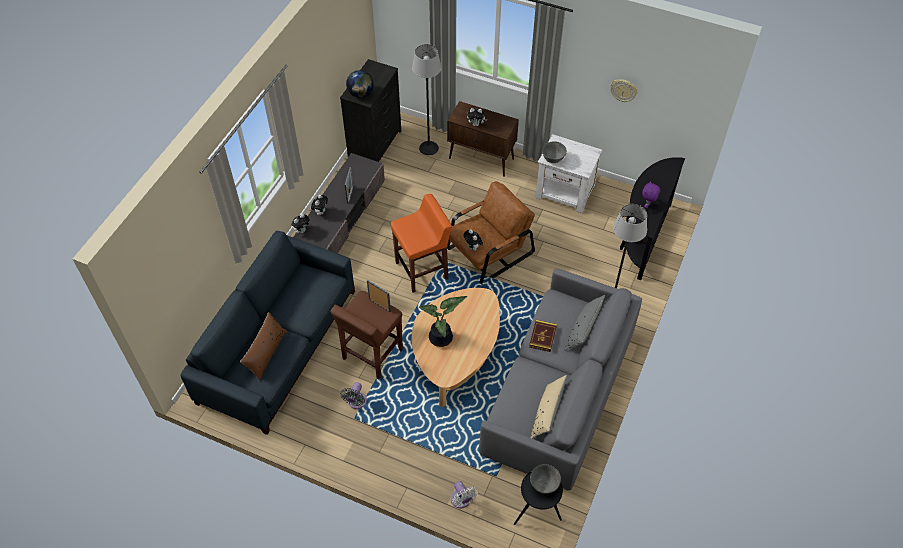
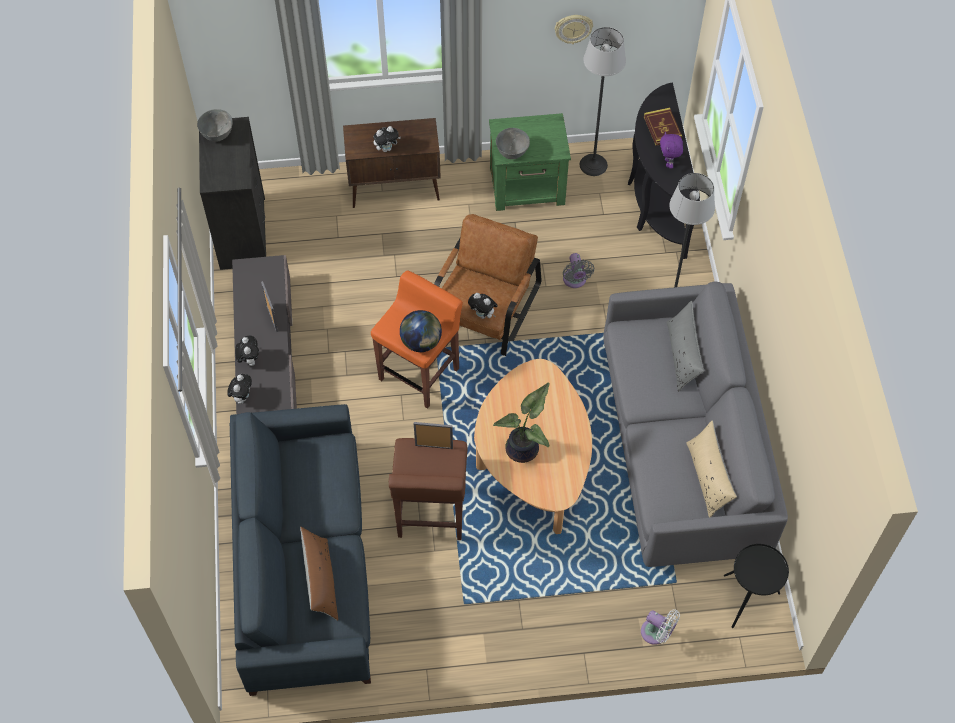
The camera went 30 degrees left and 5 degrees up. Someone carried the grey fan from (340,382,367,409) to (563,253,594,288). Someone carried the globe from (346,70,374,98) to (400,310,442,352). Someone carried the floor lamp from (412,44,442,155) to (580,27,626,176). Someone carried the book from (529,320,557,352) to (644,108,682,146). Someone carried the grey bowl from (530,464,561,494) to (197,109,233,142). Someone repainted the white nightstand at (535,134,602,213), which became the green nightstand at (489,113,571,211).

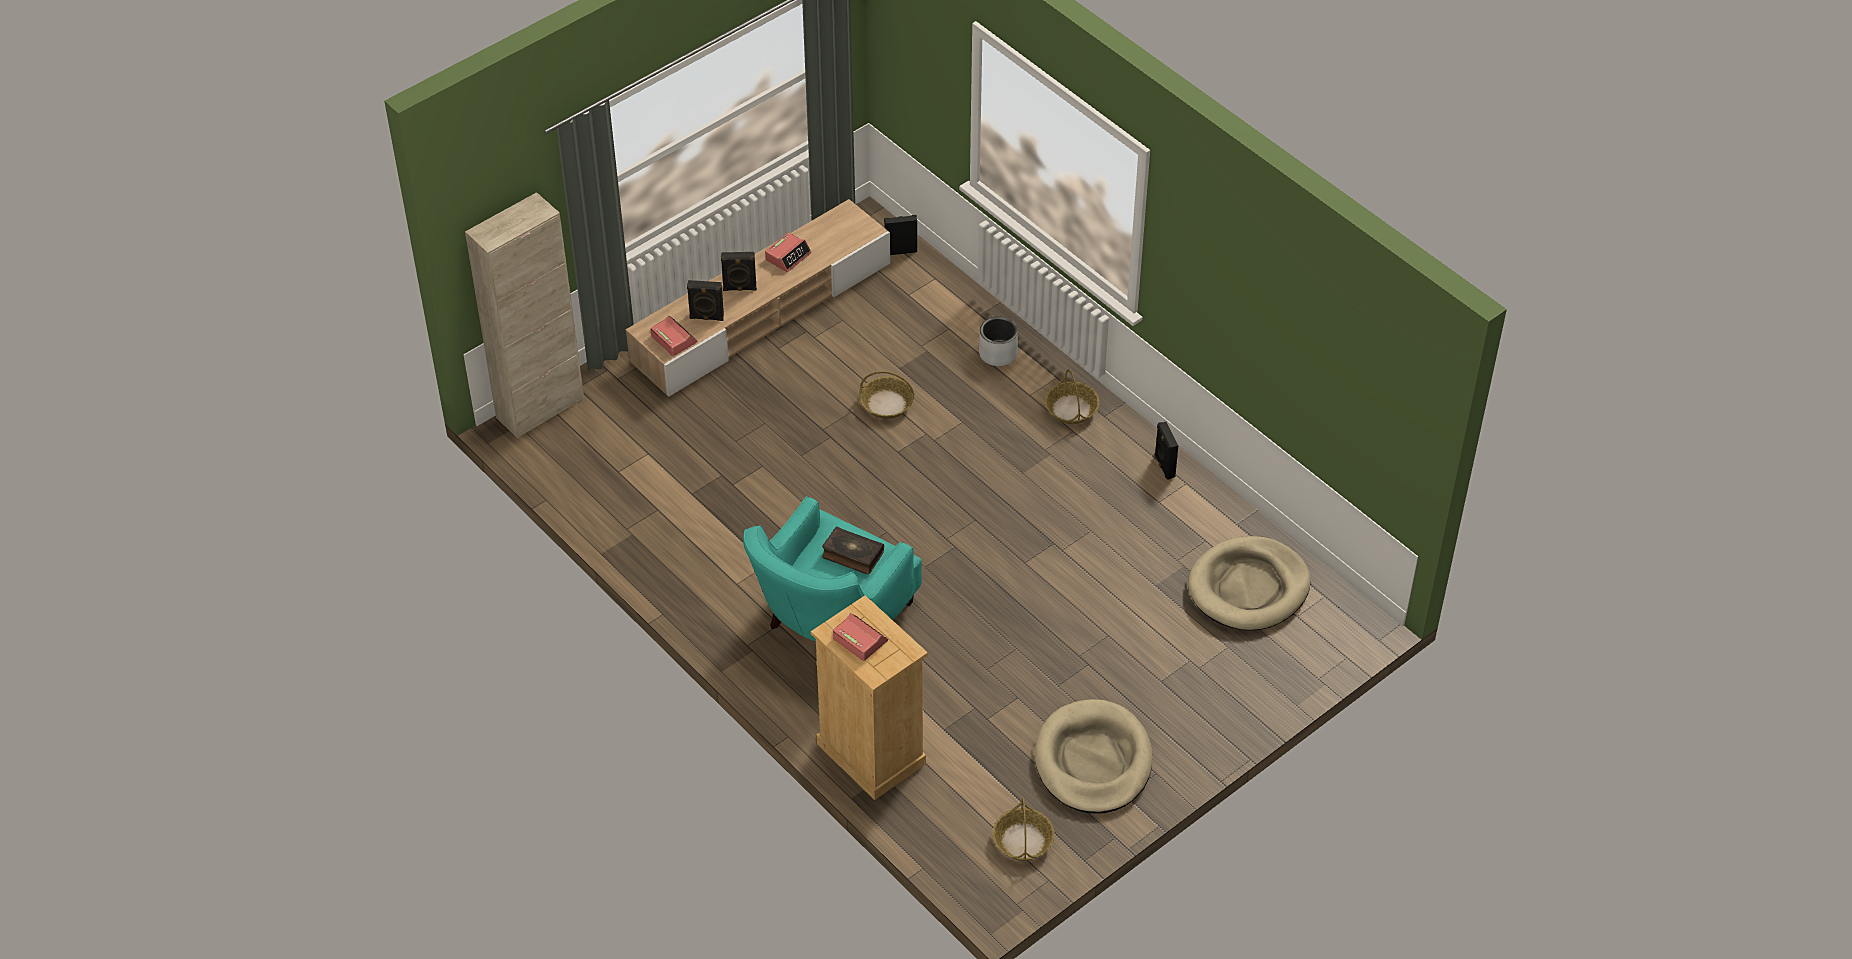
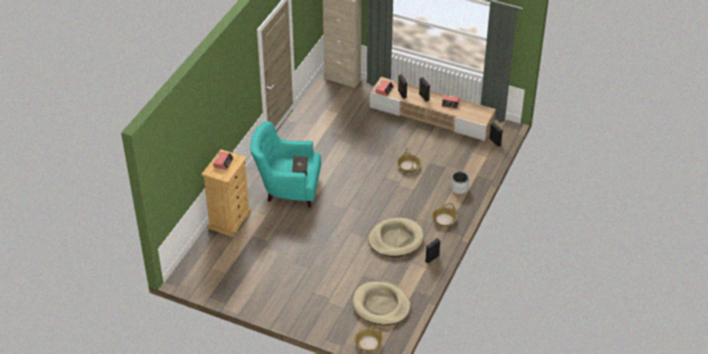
The camera went 65 degrees right and 5 degrees down. Someone carried the basket from (992,798,1055,861) to (355,327,383,351). Someone carried the beige dog bed from (1035,699,1153,814) to (368,218,424,257).

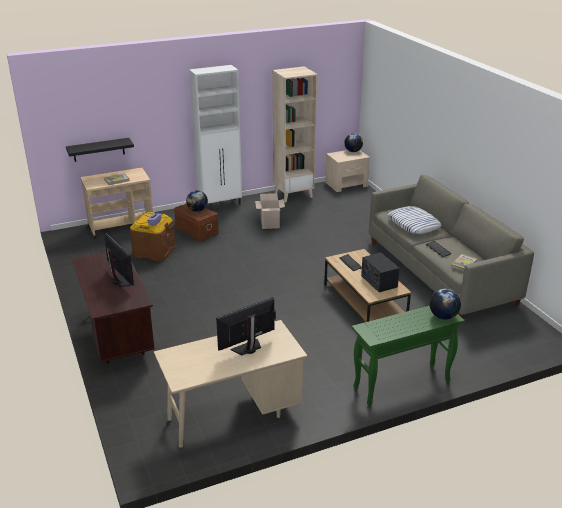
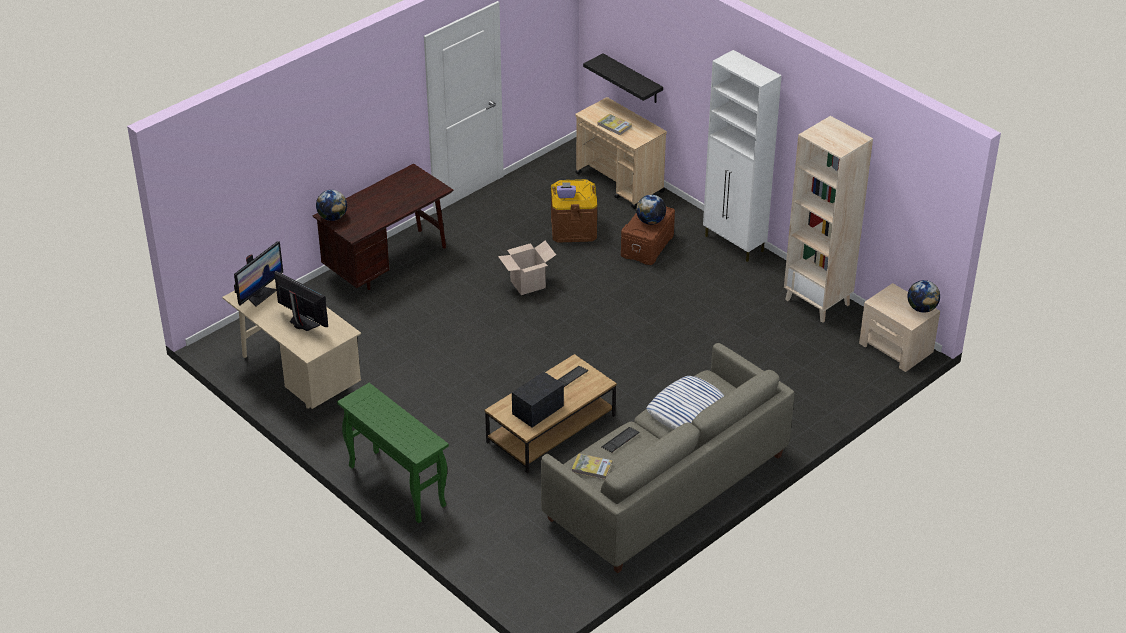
The camera went 70 degrees right and 10 degrees up. Someone carried the monitor from (105,233,134,287) to (234,241,283,306). Someone carried the cardboard box from (255,193,285,229) to (498,241,556,295). Someone carried the globe from (429,289,461,320) to (316,190,347,221).

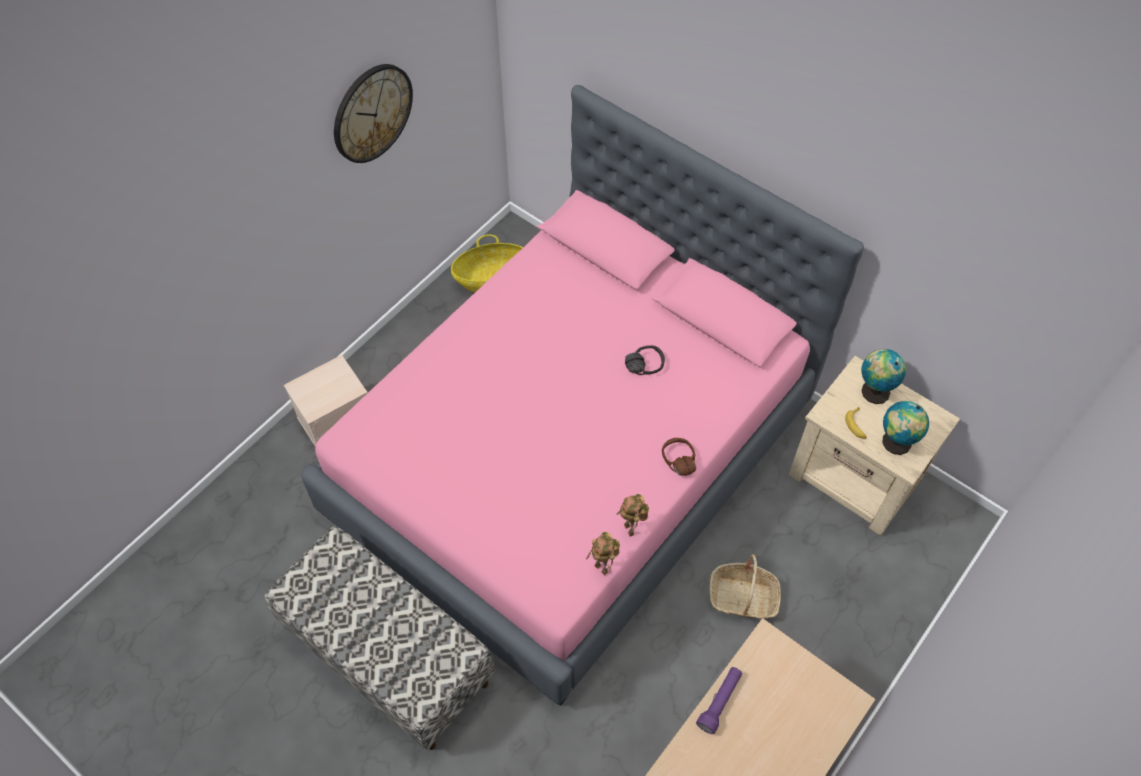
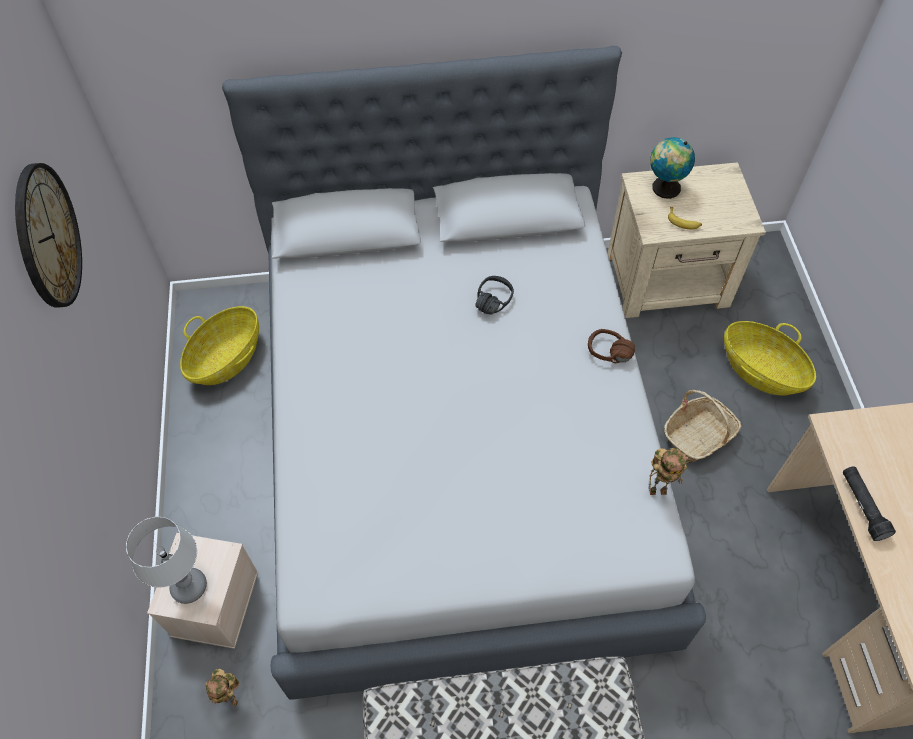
The camera went 45 degrees left and 0 degrees up. Someone took away the globe at (883,401,929,455). Someone put down the table lamp at (126,516,207,604). Someone put down the basket at (724,321,816,396). Someone carried the toy robot from (616,494,649,536) to (206,669,239,706). Someone repainted the pink bed at (301,85,864,706), which became the grey bed at (222,46,706,700). Someone repainted the purple flashlight at (696,667,742,734), which became the black flashlight at (843,466,896,541).

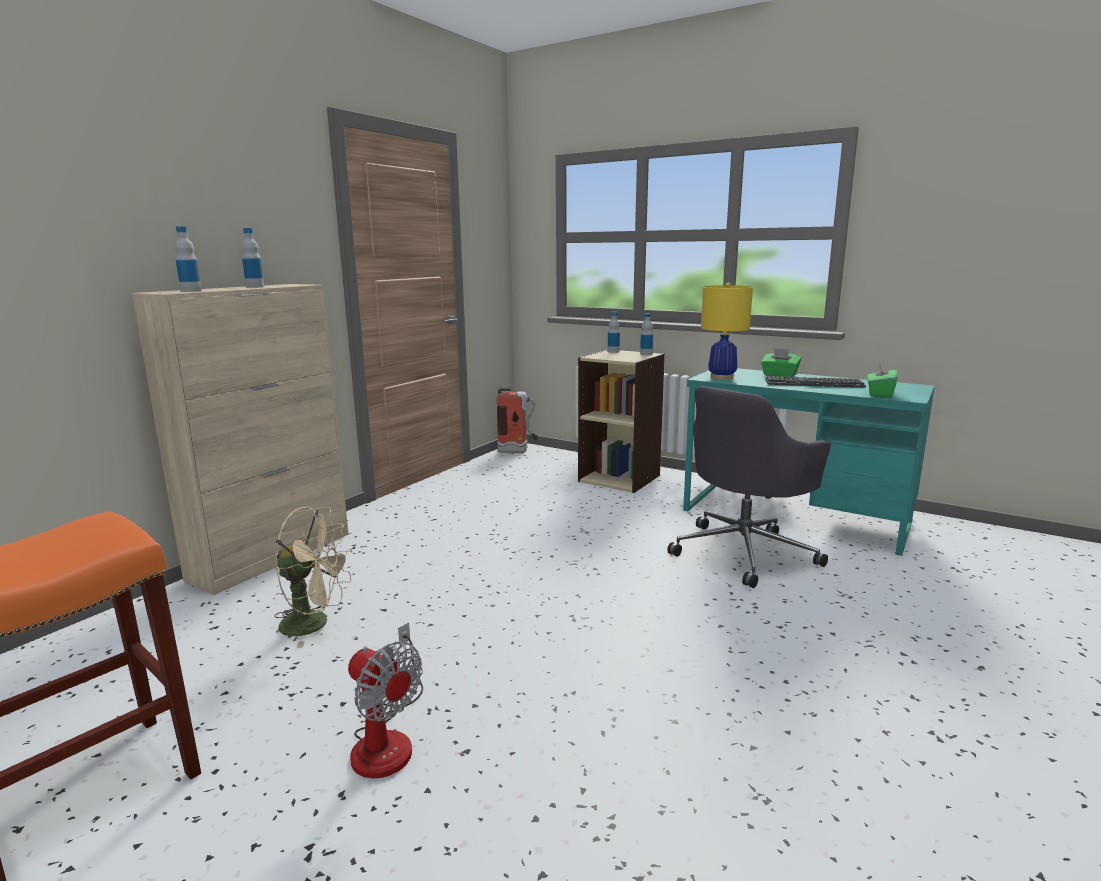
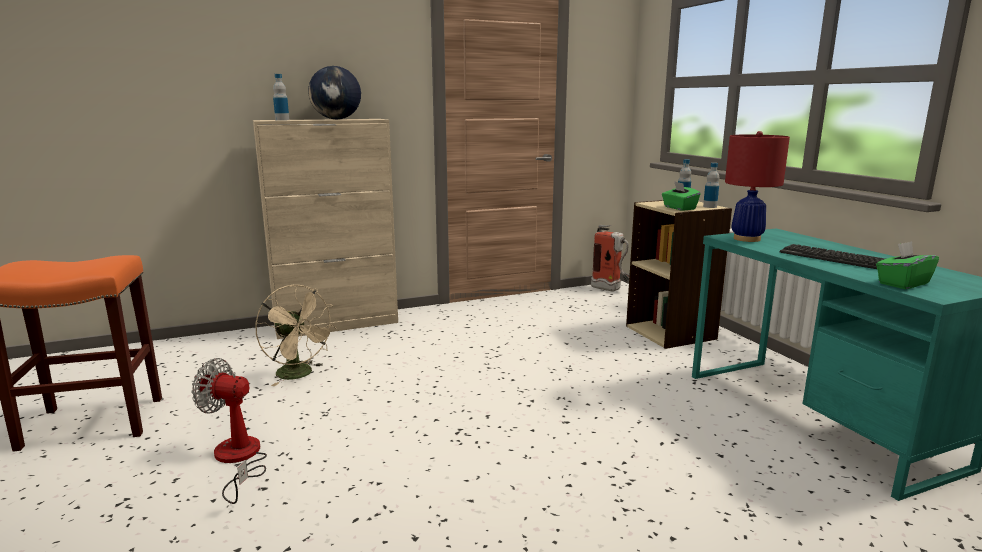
The camera went 35 degrees right and 0 degrees up. Someone took away the grey office chair at (667,386,831,588). Someone carried the green tissue box from (761,348,801,377) to (662,181,701,211). Someone swapped the bottle at (242,228,264,288) for the globe at (308,66,361,119). Someone repainted the yellow table lamp at (701,283,753,380), which became the red table lamp at (725,131,790,242). Someone rotated the fan at (348,622,423,779) by 120 degrees clockwise.

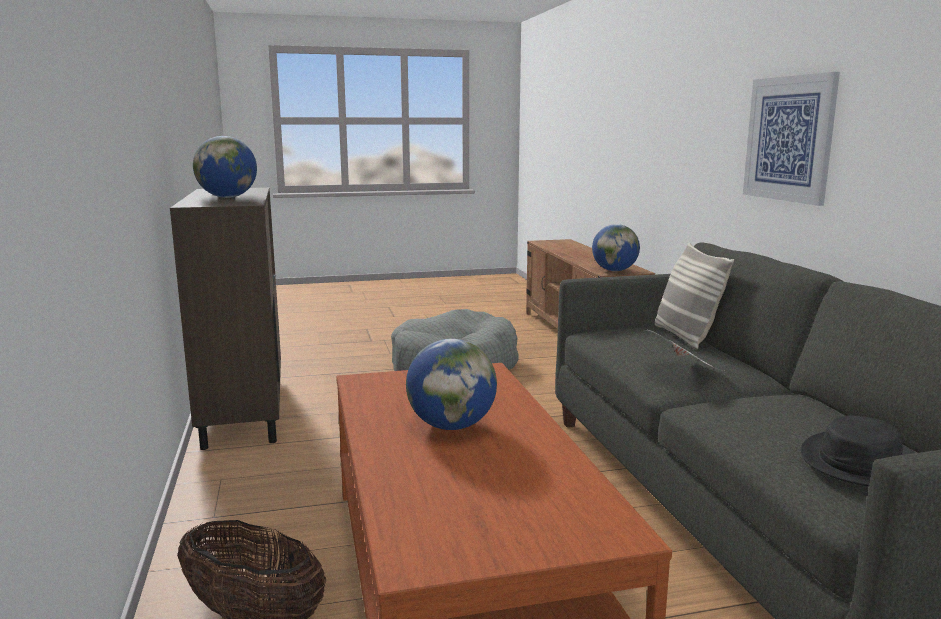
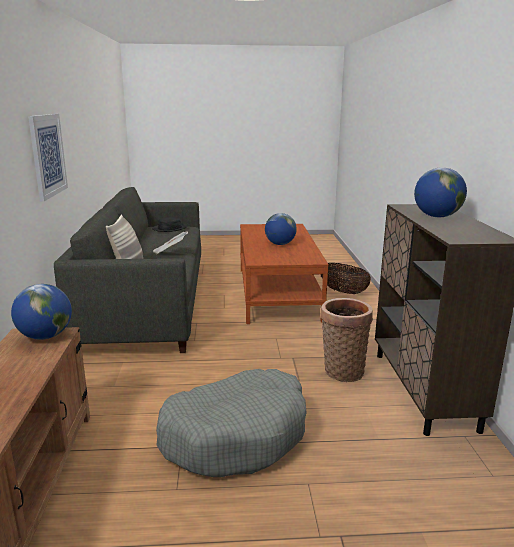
The camera went 170 degrees left and 5 degrees up. Someone put down the basket at (321,298,373,382).

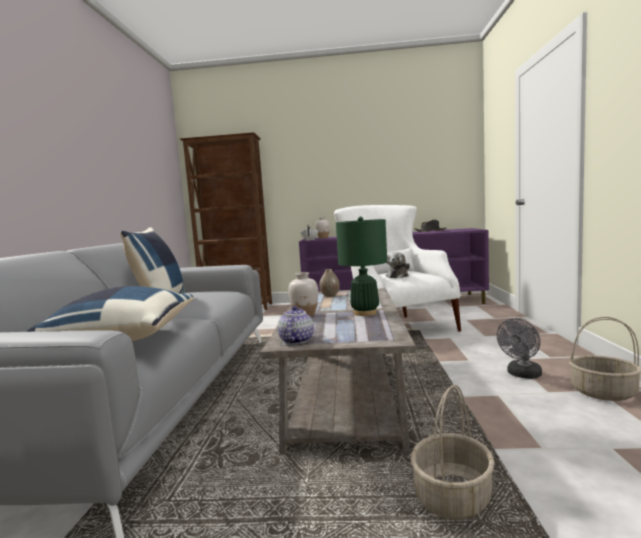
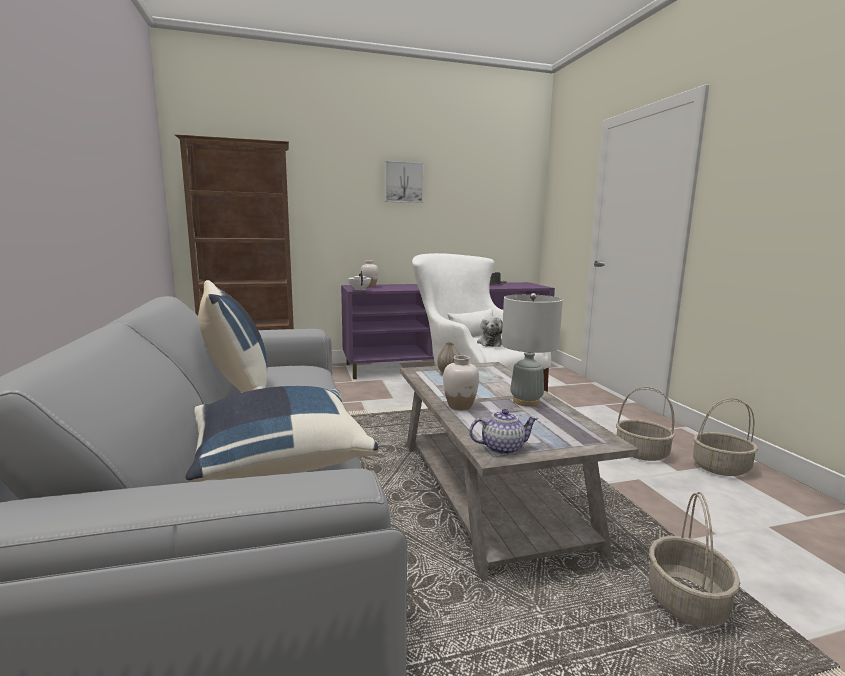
The camera went 20 degrees left and 5 degrees up. Someone put up the picture at (385,161,424,203). Someone swapped the grey fan at (497,318,542,379) for the basket at (616,387,675,461). Someone repainted the green table lamp at (336,217,387,316), which became the grey table lamp at (502,293,563,407). Someone rotated the teapot at (278,306,314,344) by 90 degrees clockwise.

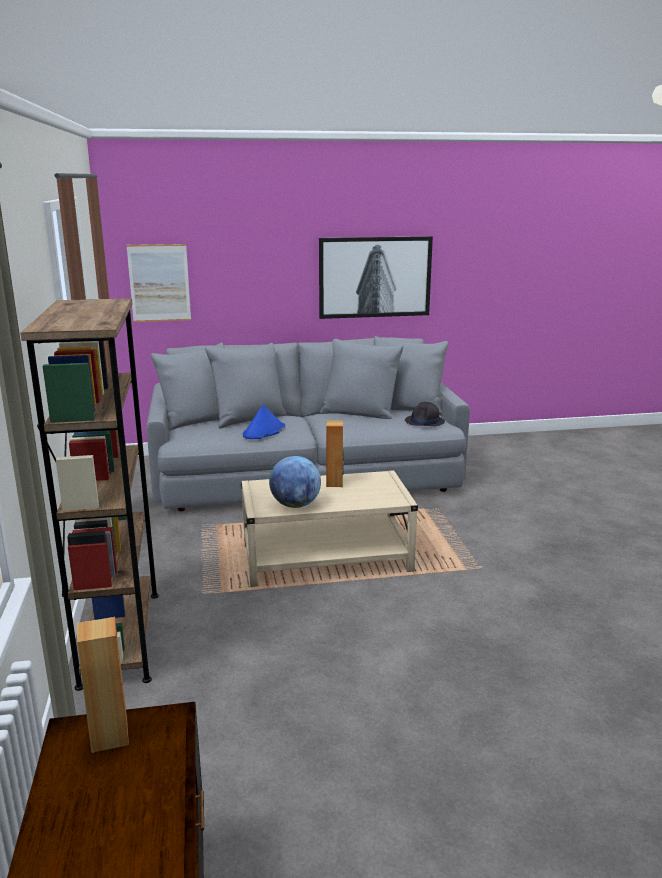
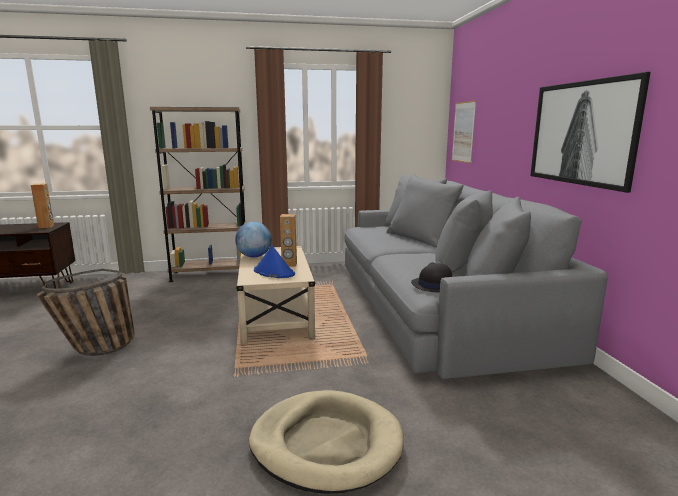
The camera went 90 degrees right and 5 degrees down. Someone put down the basket at (36,269,135,356). Someone put down the beige dog bed at (249,390,404,494). Someone carried the blue hat from (243,404,285,439) to (254,246,295,278).

